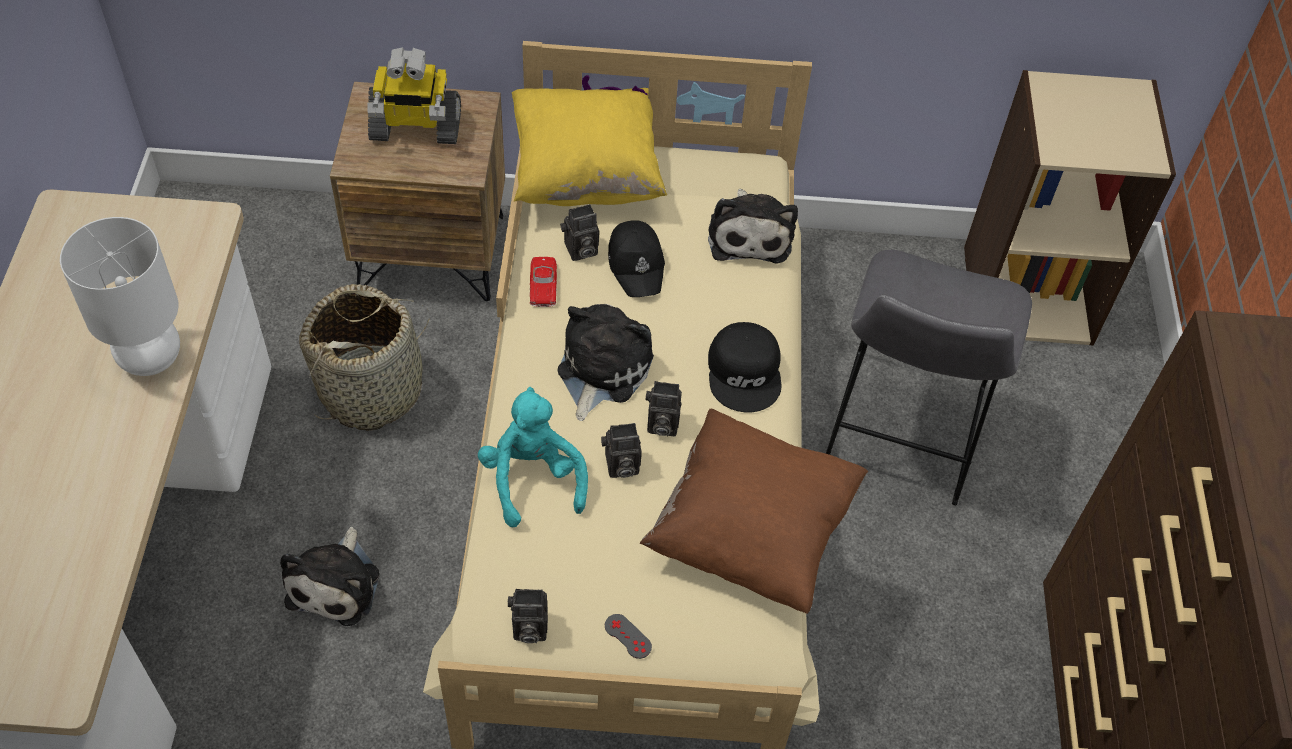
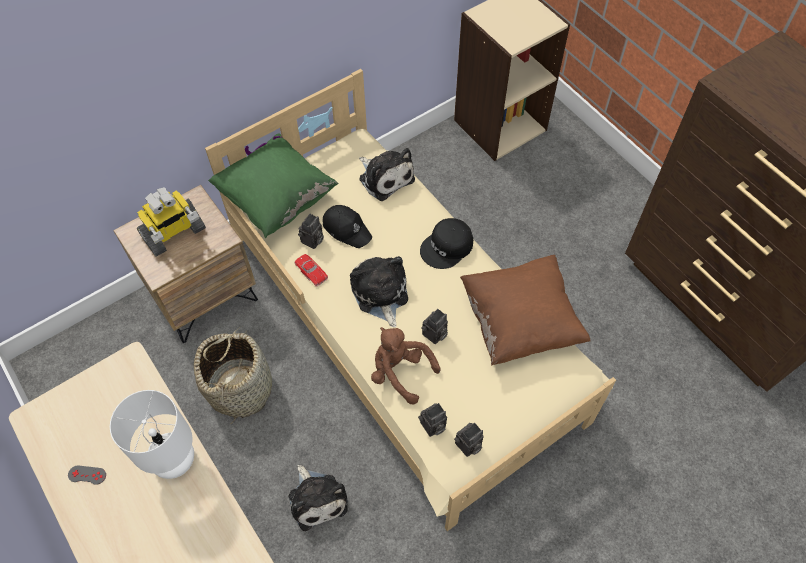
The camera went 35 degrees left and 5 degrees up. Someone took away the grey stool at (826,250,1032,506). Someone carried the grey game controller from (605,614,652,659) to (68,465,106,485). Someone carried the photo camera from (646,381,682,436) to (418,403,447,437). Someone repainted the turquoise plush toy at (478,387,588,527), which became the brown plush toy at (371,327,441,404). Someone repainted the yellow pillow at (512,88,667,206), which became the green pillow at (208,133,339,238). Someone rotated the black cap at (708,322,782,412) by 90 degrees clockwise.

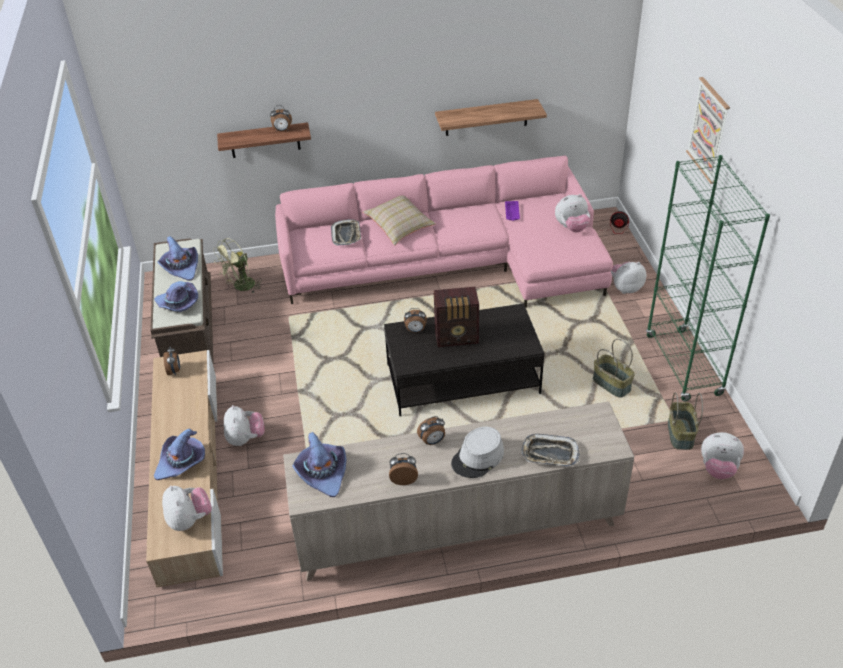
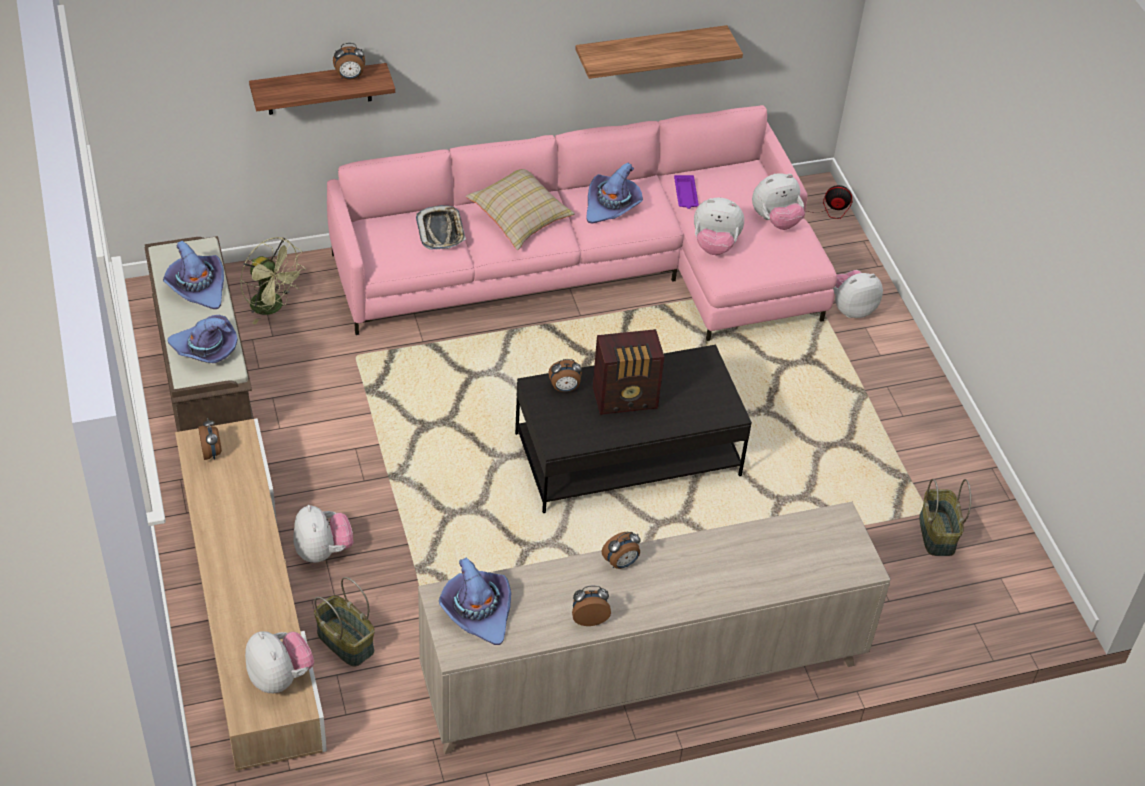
The camera went 10 degrees left and 5 degrees up. Someone took away the grey hat at (451,427,504,478). Someone took away the tray at (521,434,580,467). Someone took away the green bookcase at (646,155,770,401). Someone took away the picture at (686,77,730,184). Someone carried the purple hat from (154,428,205,480) to (586,163,643,224). Someone carried the basket from (593,339,635,398) to (314,577,375,667). Someone carried the plush toy from (701,432,744,479) to (694,198,744,255). Someone rotated the green fan at (214,238,262,293) by 90 degrees counterclockwise.

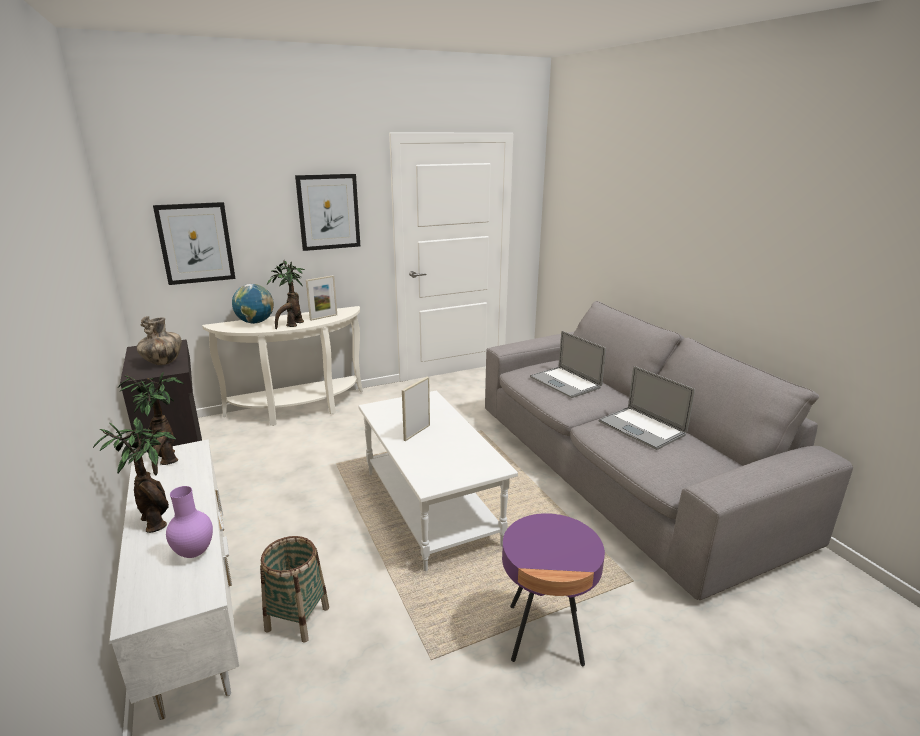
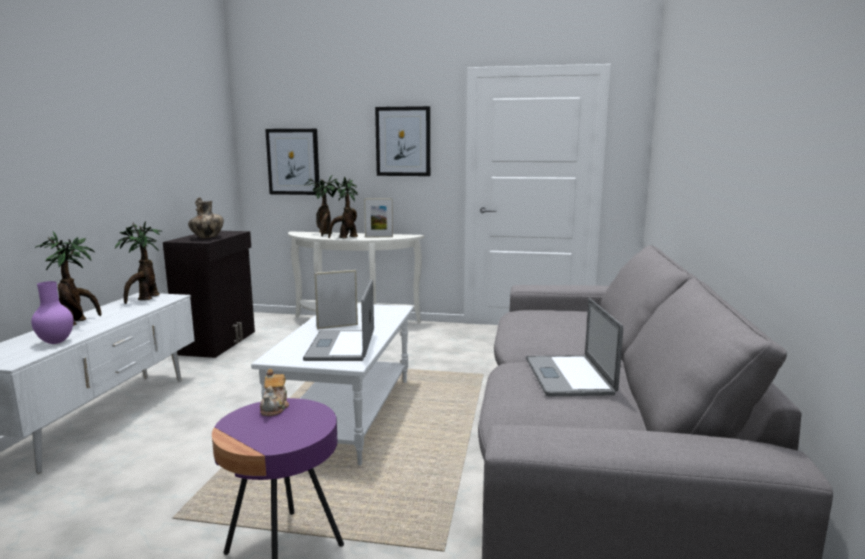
The camera went 35 degrees right and 10 degrees down. Someone took away the basket at (260,536,329,643). Someone put down the teapot at (260,369,289,416). Someone carried the laptop from (530,331,606,398) to (303,280,374,361). Someone swapped the globe at (232,284,274,324) for the potted plant at (305,175,340,236).

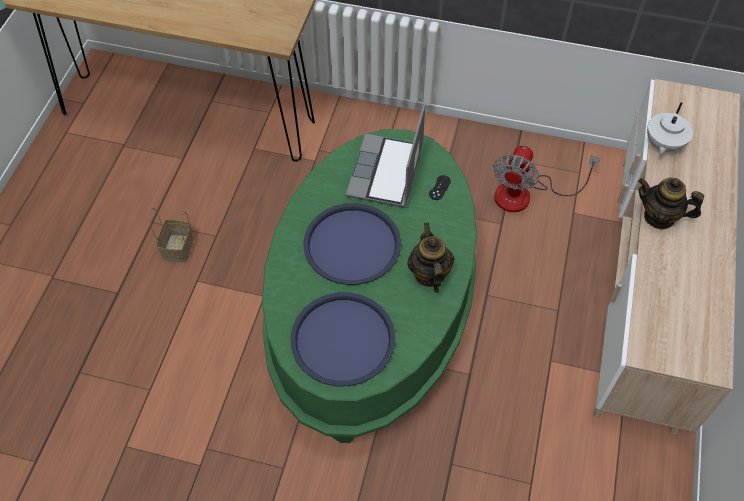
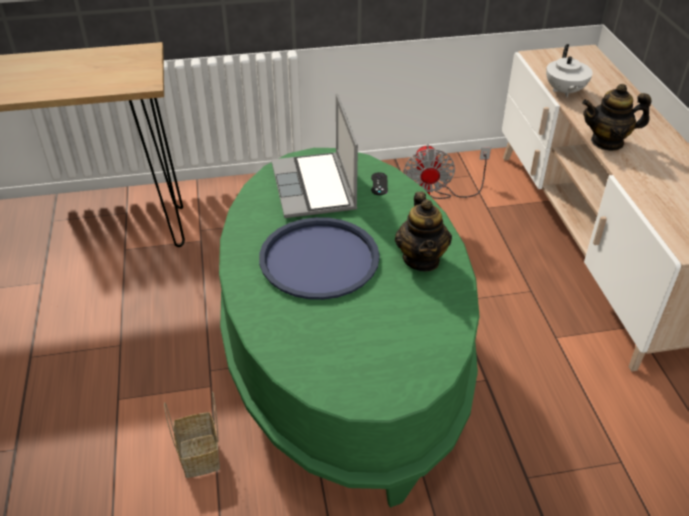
The camera went 25 degrees left and 15 degrees down. Someone took away the blue tray at (290,292,396,386). Someone carried the basket from (149,208,193,263) to (164,392,220,478). Someone rotated the teapot at (407,223,454,293) by 150 degrees counterclockwise.

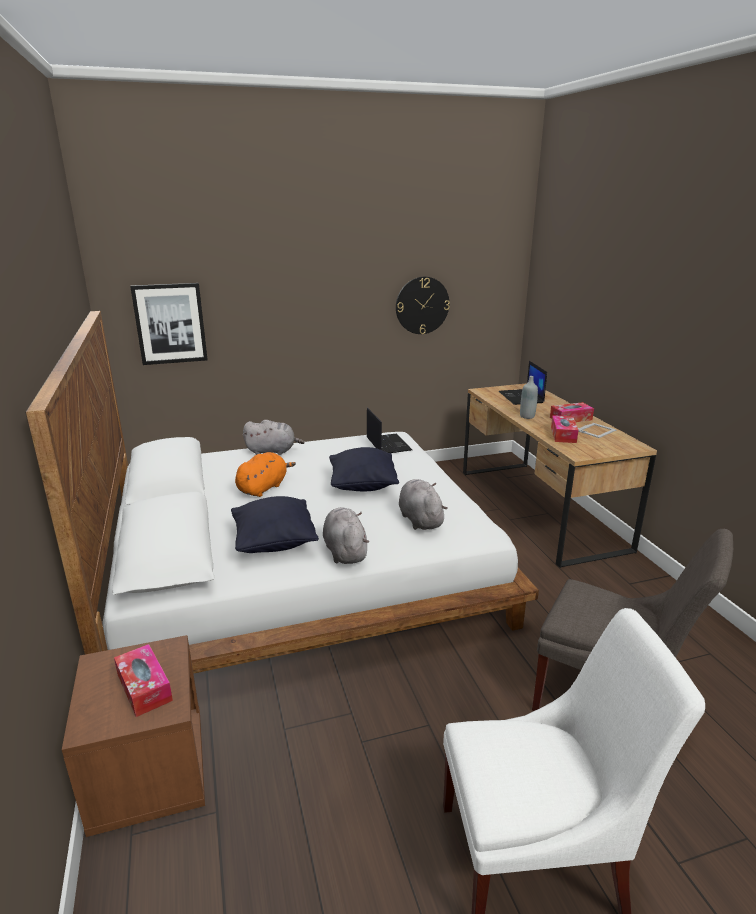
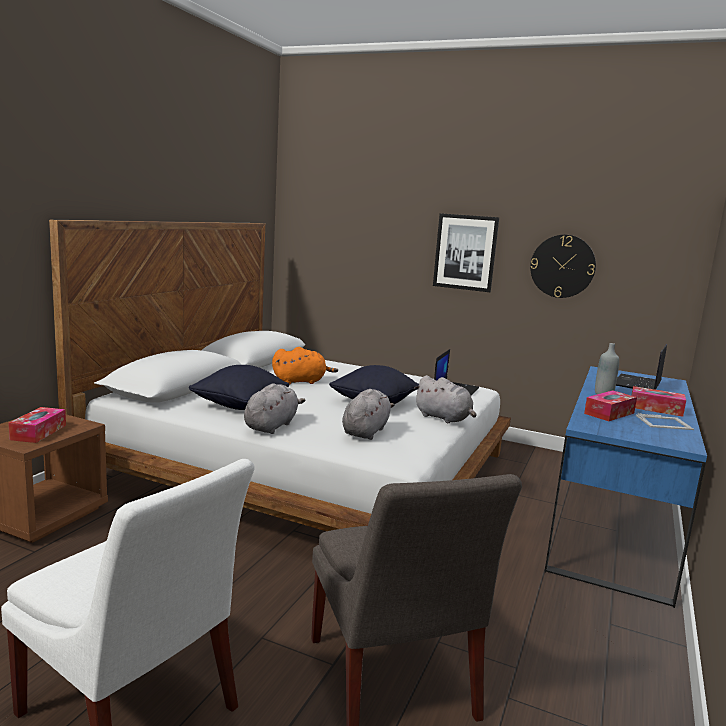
The camera went 40 degrees right and 10 degrees down. Someone carried the picture from (130,283,208,365) to (433,213,499,292). Someone carried the grey plush toy from (243,420,304,455) to (414,375,476,423). Someone repainted the brown desk at (463,383,657,568), which became the blue desk at (544,366,707,608).

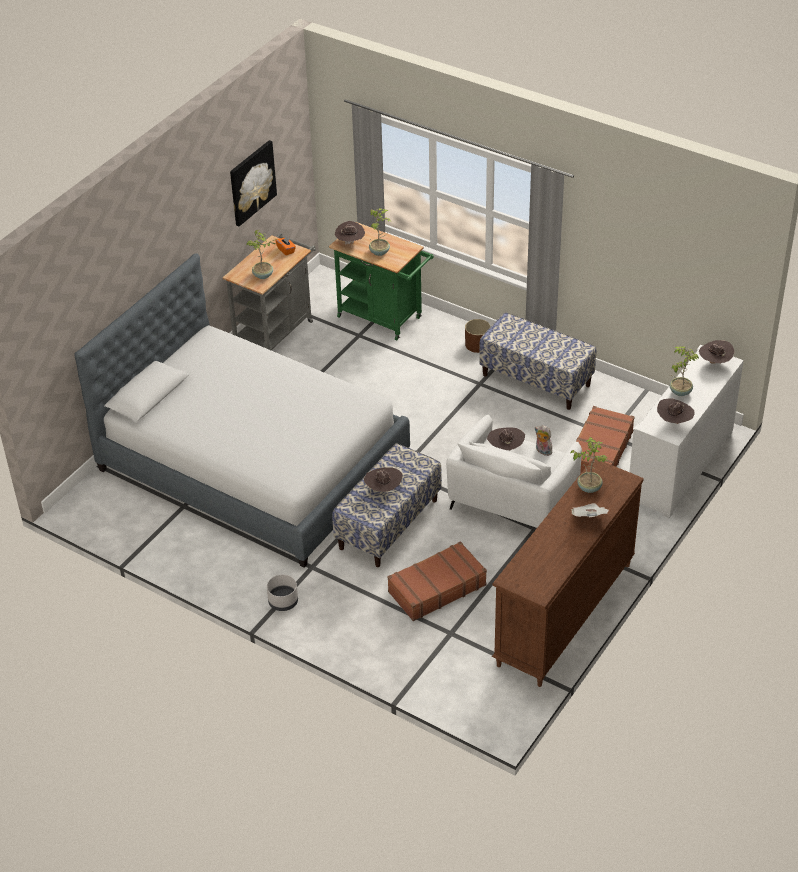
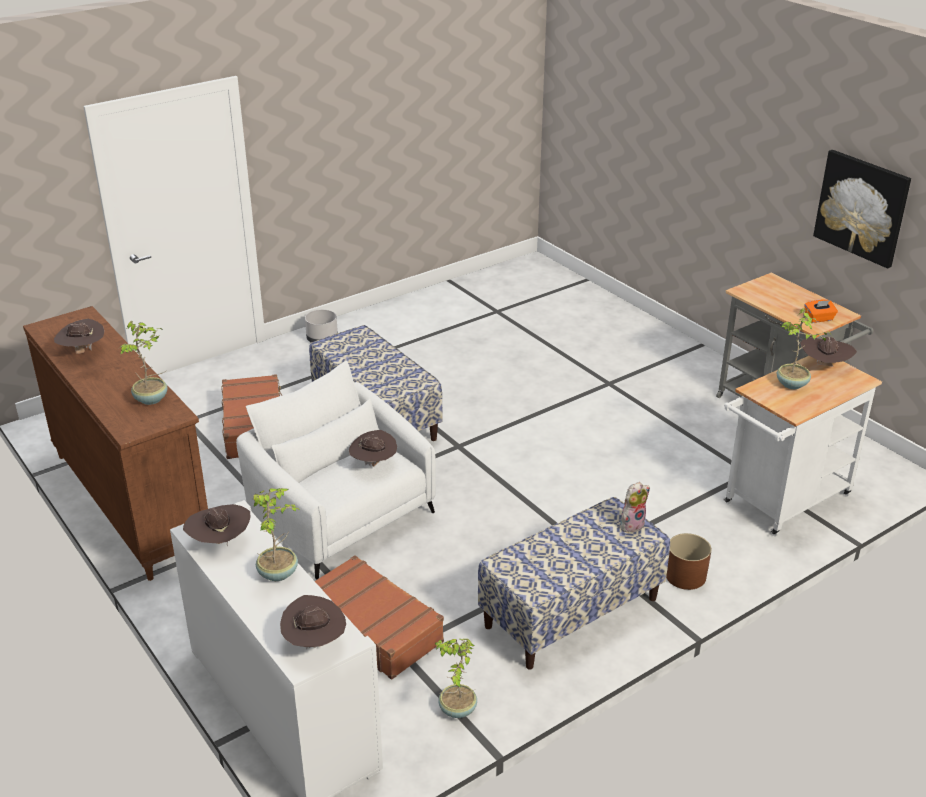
The camera went 110 degrees right and 10 degrees down. Someone took away the bed at (74,253,410,568). Someone took away the newspaper at (571,503,609,517). Someone carried the potted plant from (247,229,279,279) to (435,639,477,718). Someone carried the brown hat from (364,467,402,492) to (54,319,104,354). Someone carried the plush toy from (535,425,552,456) to (620,482,650,532). Someone repainted the green cart at (329,222,434,340), which became the white cart at (723,356,882,536).

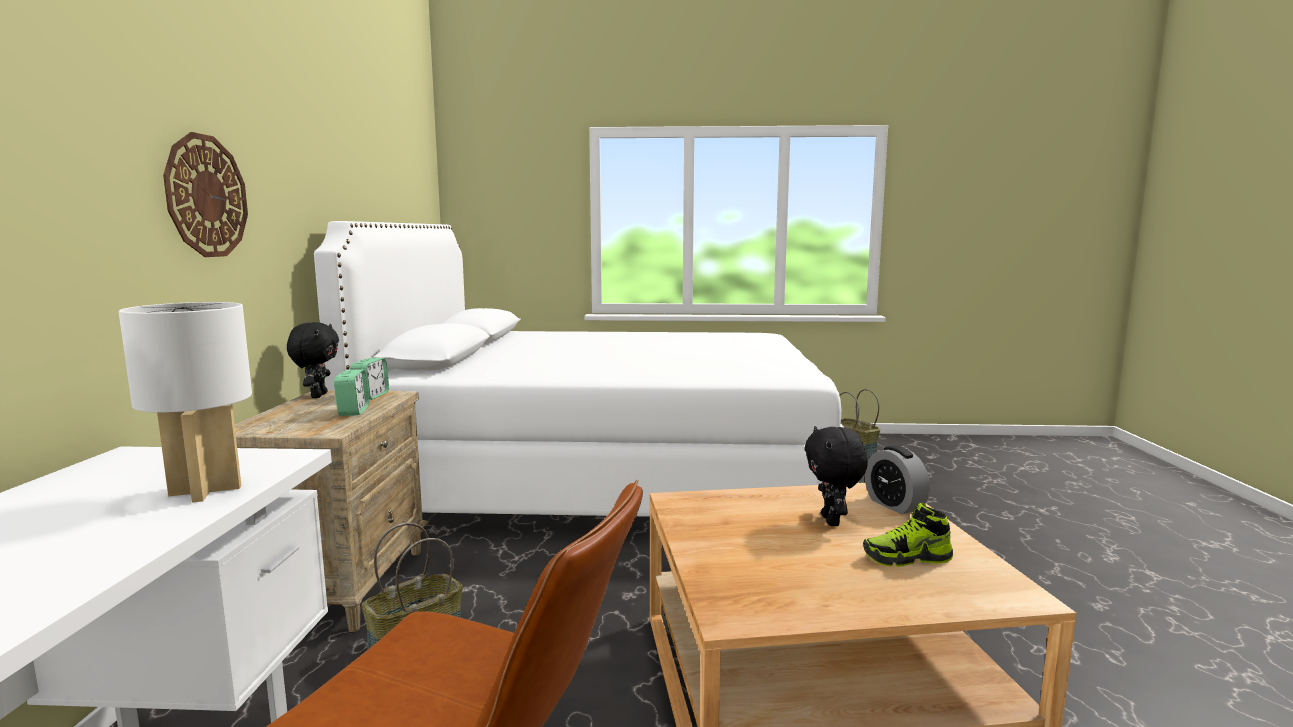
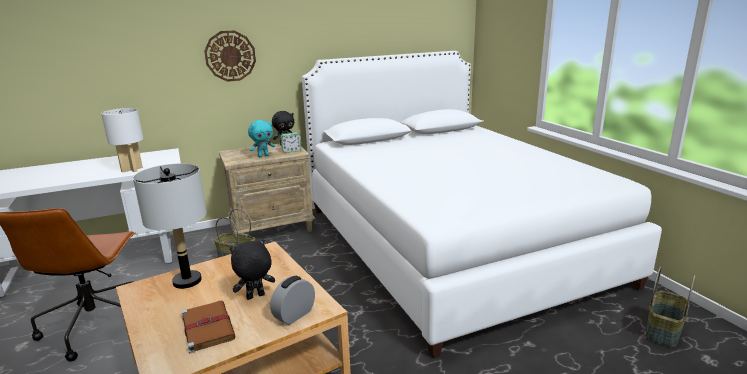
The camera went 65 degrees right and 10 degrees up. Someone put down the grey table lamp at (133,164,207,289). Someone swapped the alarm clock at (334,369,369,416) for the turquoise plush toy at (248,120,275,157). Someone swapped the shoe at (863,503,953,567) for the brown book at (181,301,236,354).

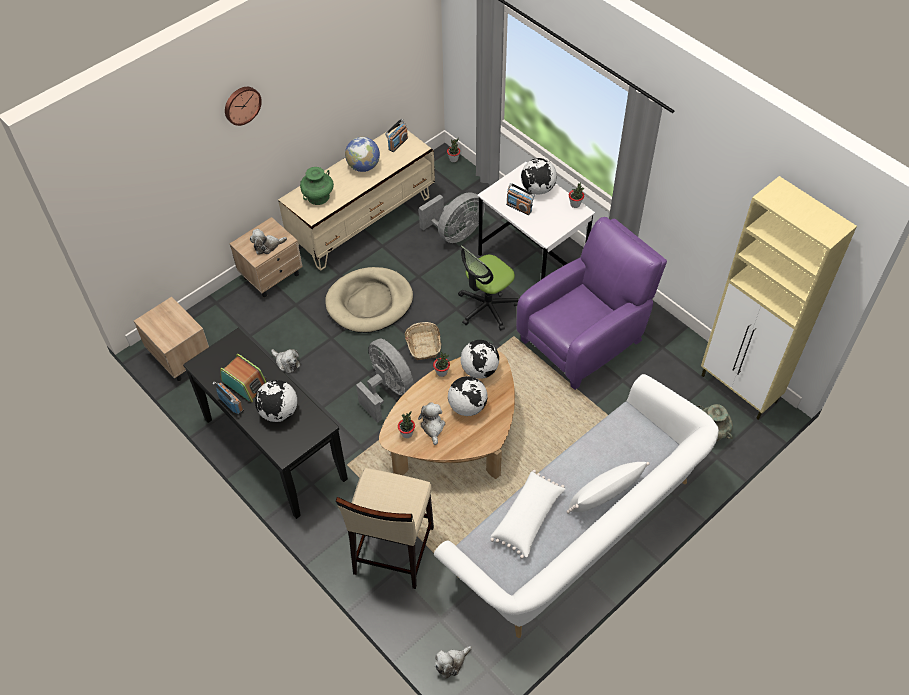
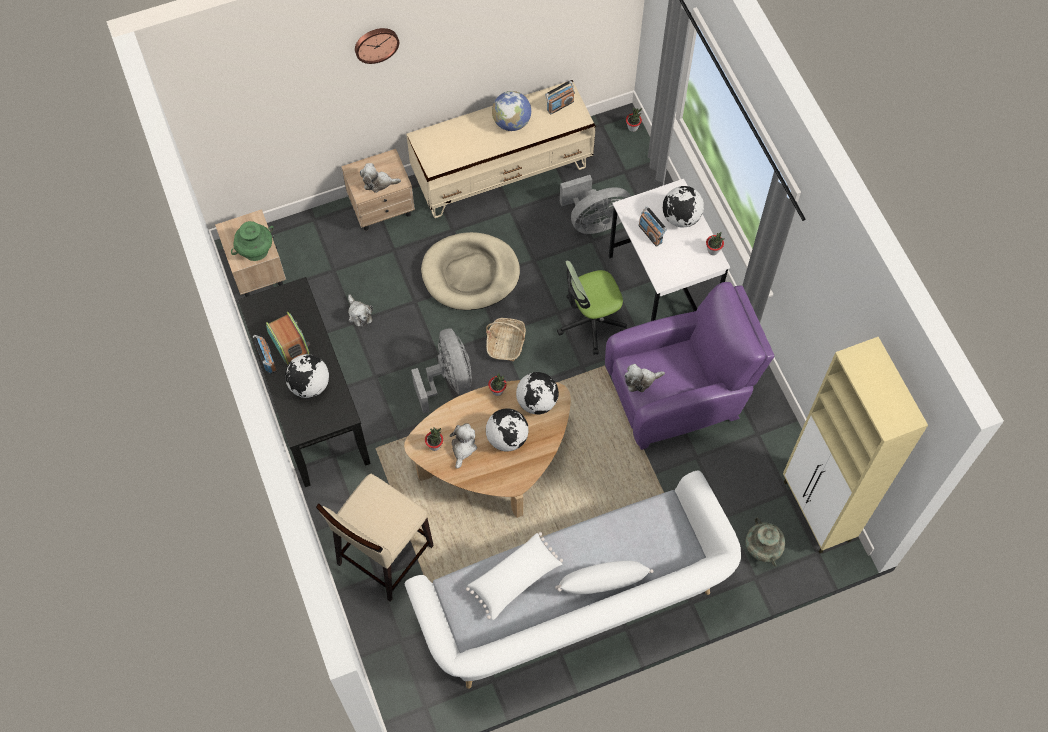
The camera went 20 degrees right and 10 degrees up. Someone carried the green vase from (300,167,334,205) to (231,221,274,261). Someone carried the plush toy from (435,646,472,679) to (624,364,665,392).

